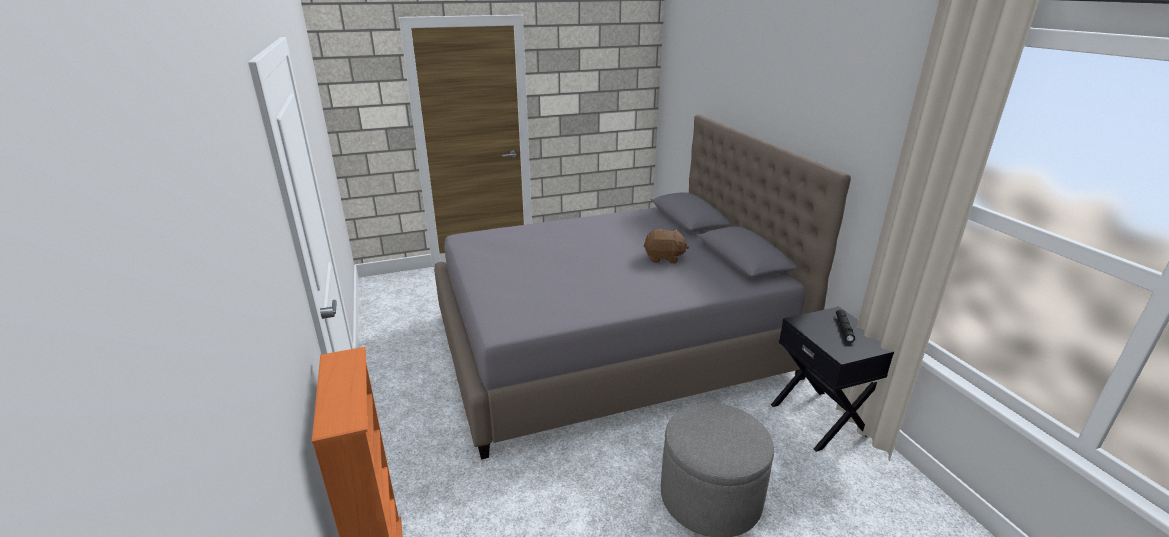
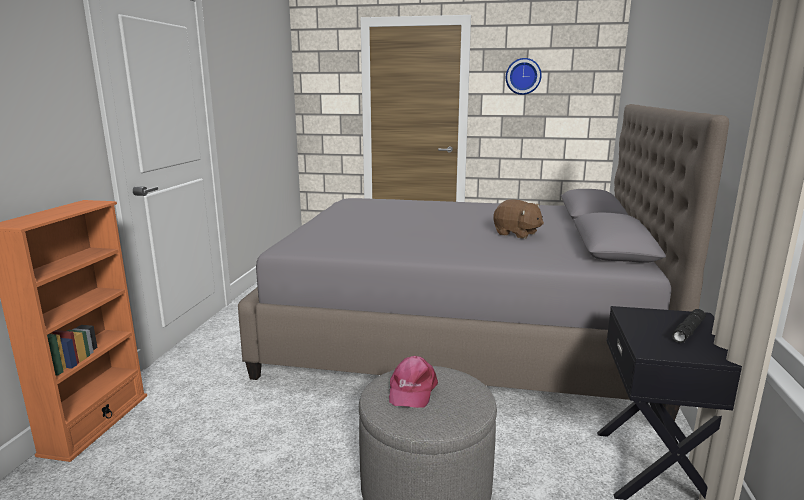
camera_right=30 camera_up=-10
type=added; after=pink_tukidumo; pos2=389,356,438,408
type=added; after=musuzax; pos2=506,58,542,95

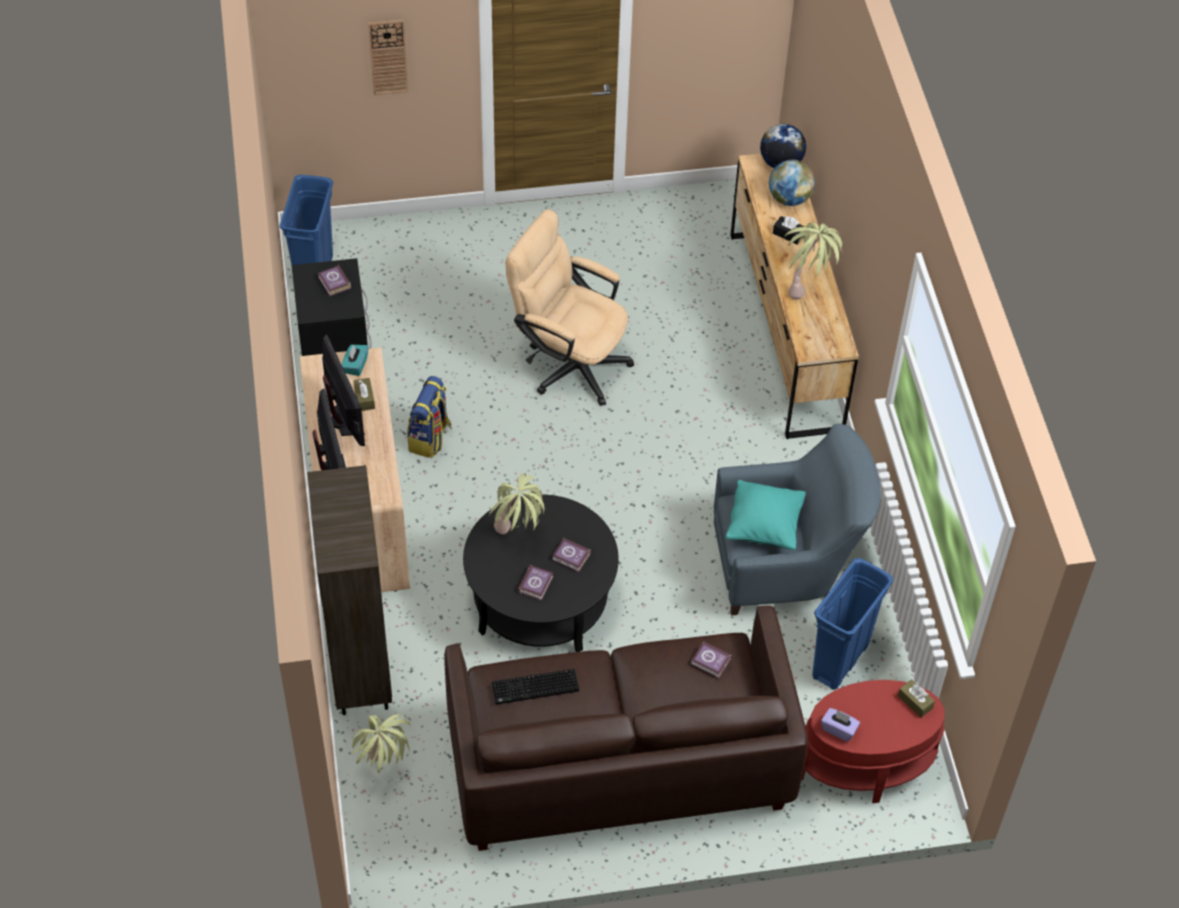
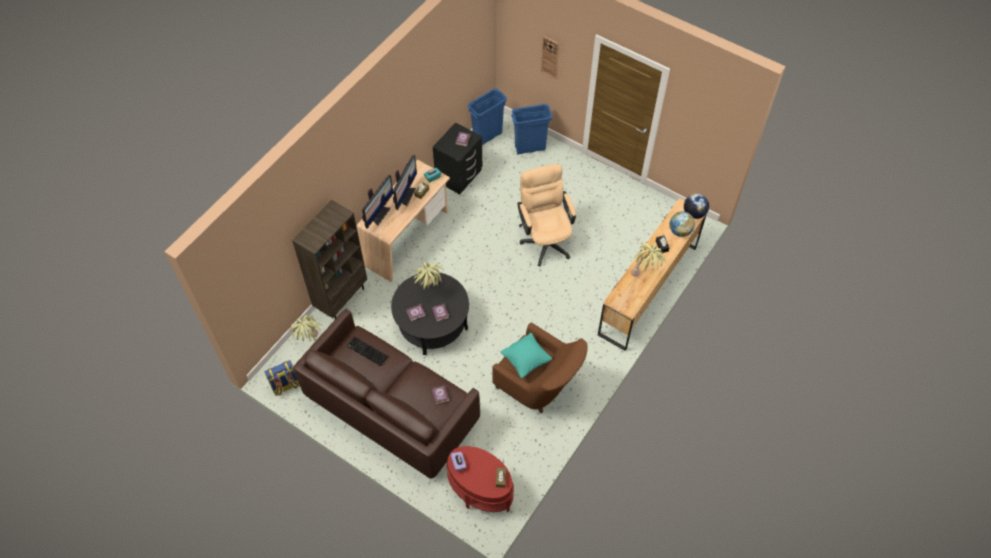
camera_right=45 camera_up=5
type=moved; before=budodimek; pos1=407,376,452,458; pos2=265,360,299,396
type=moved; before=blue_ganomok; pos1=812,558,893,690; pos2=511,104,552,155
type=recoloured; before=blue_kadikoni; after=brown_kadikoni; pos1=714,423,881,616; pos2=492,322,587,414

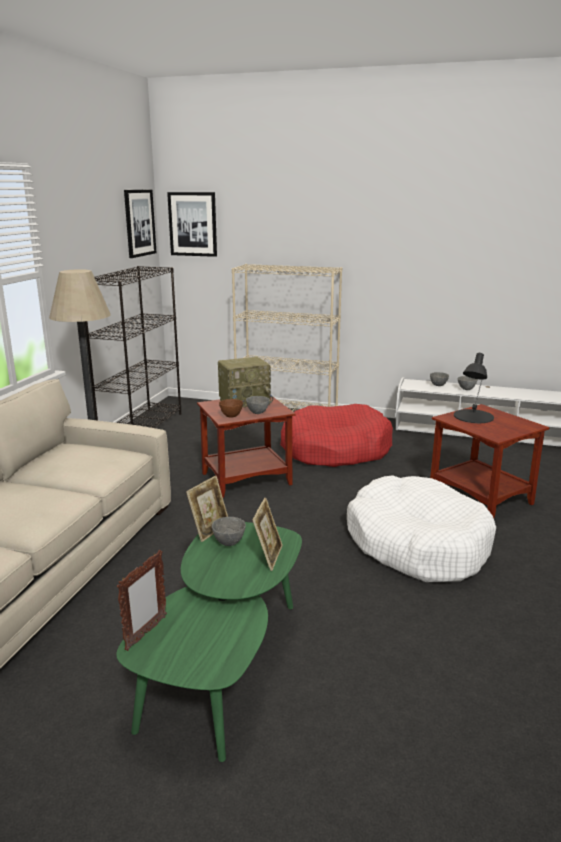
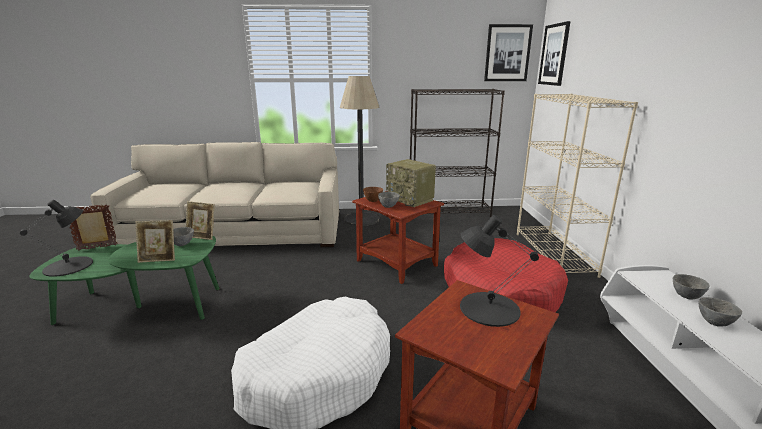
camera_right=70 camera_up=0
type=added; after=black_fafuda; pos2=20,200,93,277
type=turned; before=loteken; pos1=117,550,167,651; pos2=69,204,117,251; turn=150

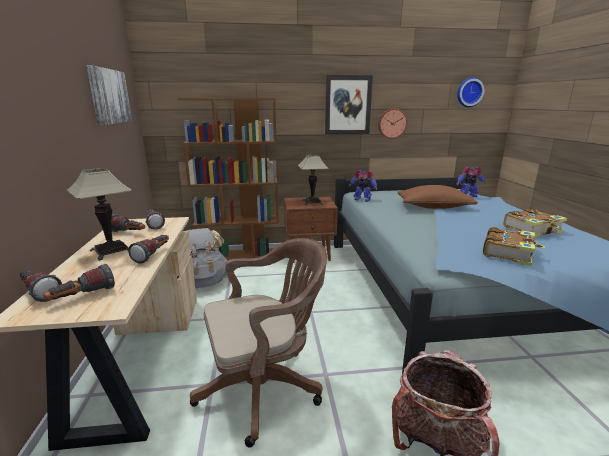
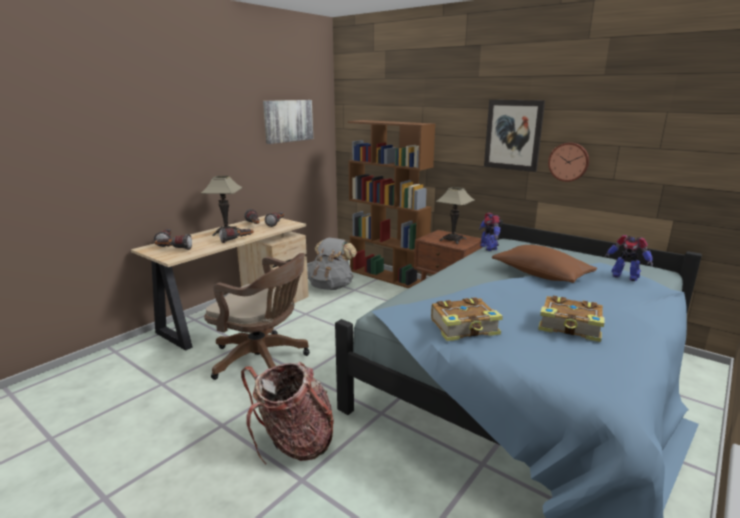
camera_right=45 camera_up=0
type=removed; before=musuzax; pos1=457,77,484,107

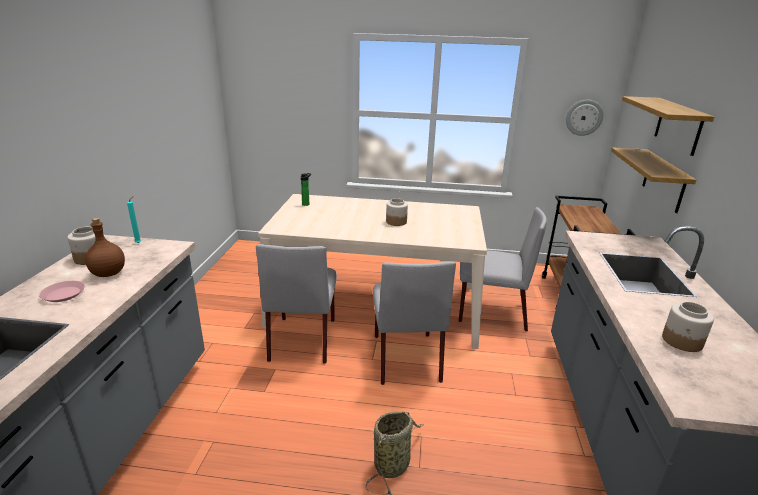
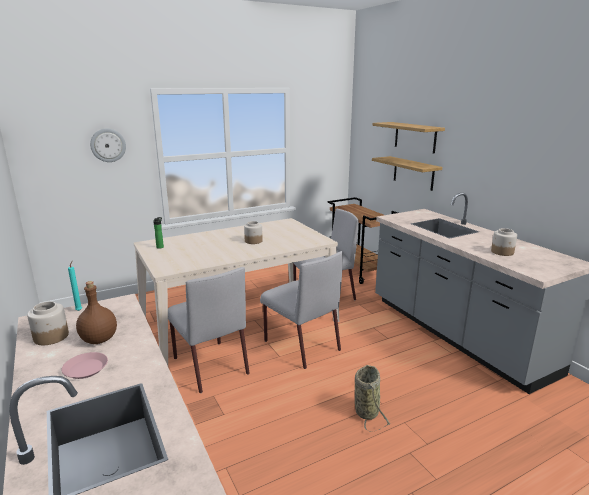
camera_right=-35 camera_up=-5
type=moved; before=musuzax; pos1=566,100,603,136; pos2=90,129,126,162

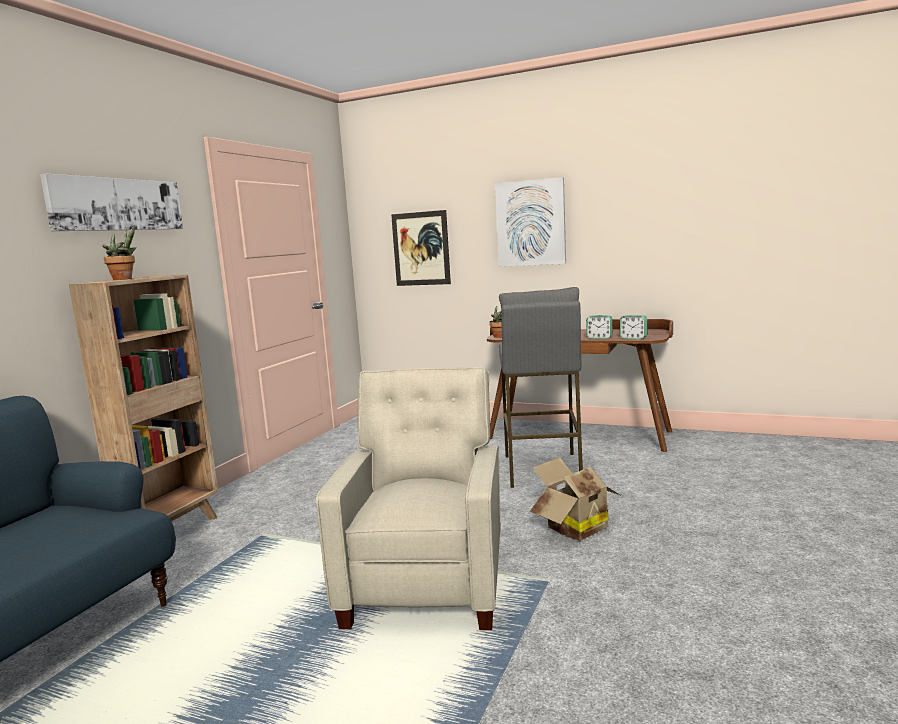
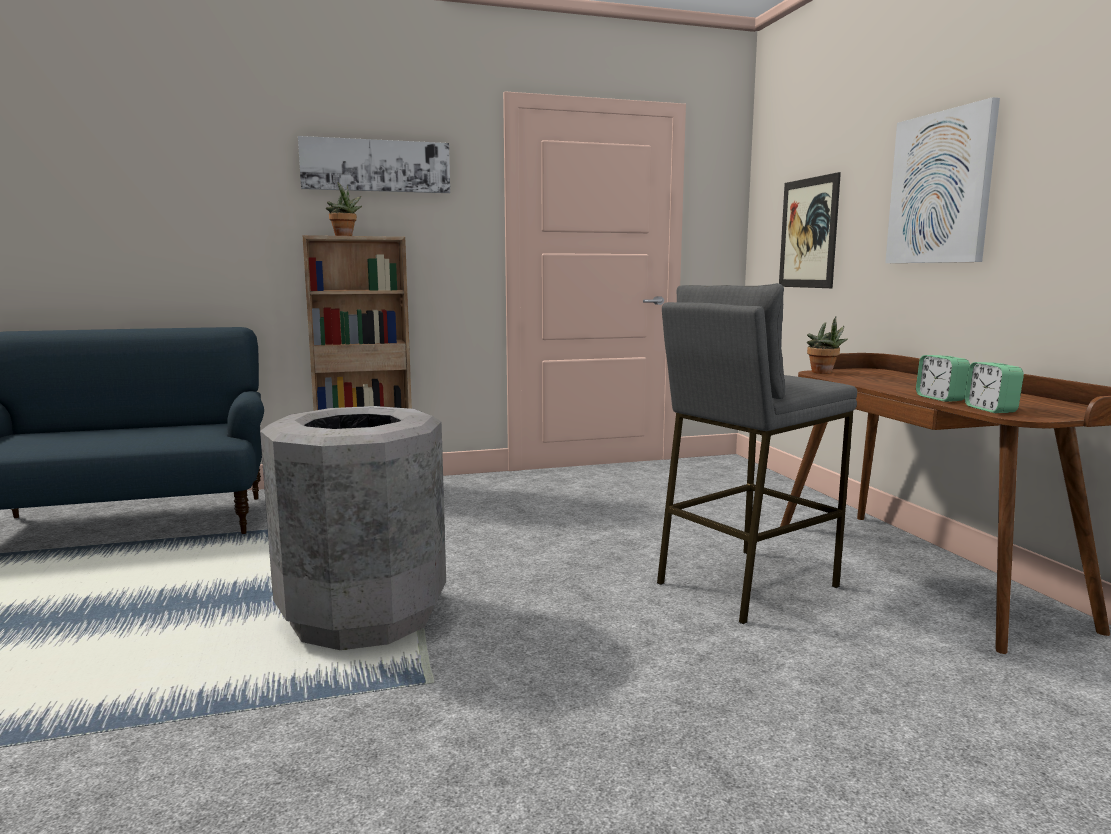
camera_right=50 camera_up=0
type=removed; before=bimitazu; pos1=530,457,622,541
type=replaced; before=beige_kadikoni; after=grey_ganomok; pos1=316,367,501,630; pos2=260,406,446,650

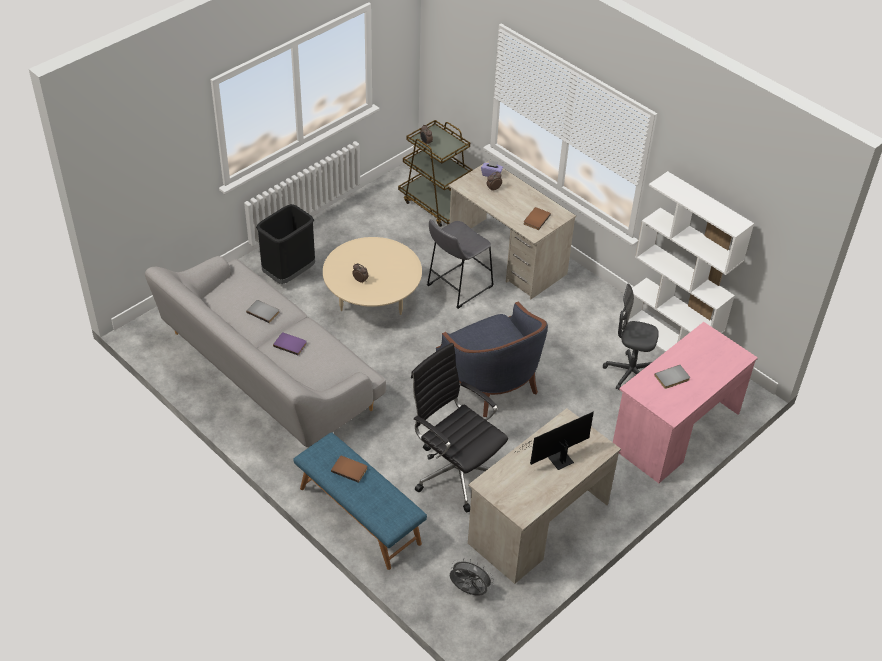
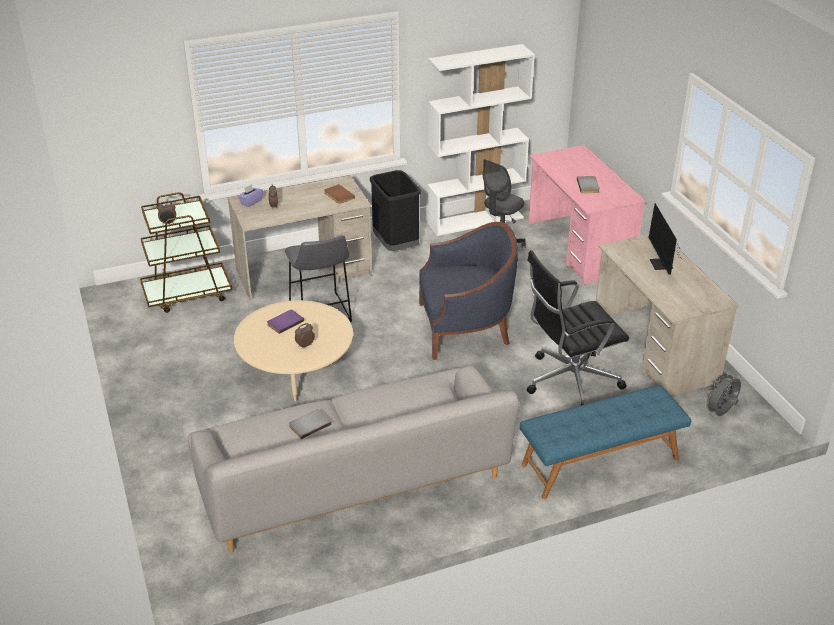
camera_right=-65 camera_up=-10
type=removed; before=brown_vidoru; pos1=331,456,367,483
type=moved; before=black_ganomok; pos1=256,204,315,284; pos2=370,170,421,251
type=moved; before=purple_vidoru; pos1=273,332,307,356; pos2=267,310,304,334

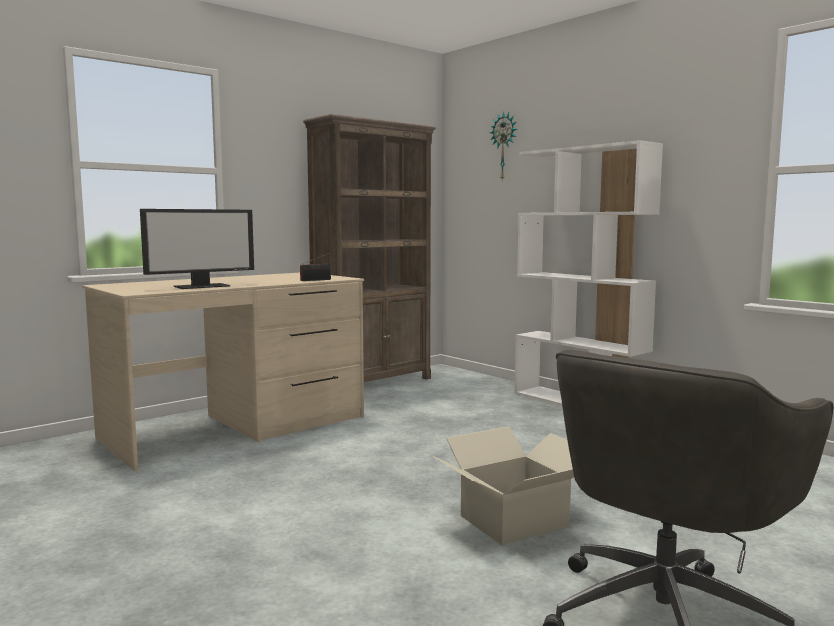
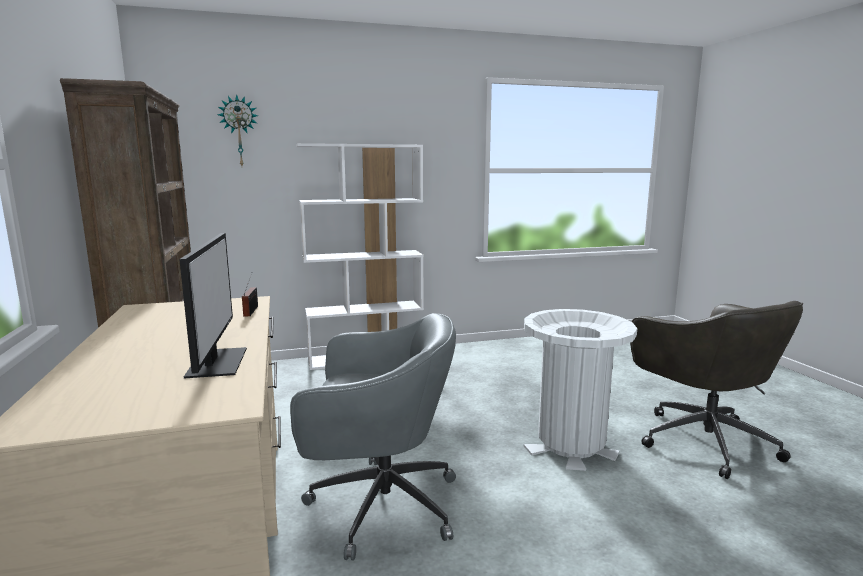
camera_right=-65 camera_up=5
type=added; after=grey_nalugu; pos2=290,313,456,561
type=replaced; before=bimitazu; after=white_ganomok; pos1=433,426,574,545; pos2=524,309,637,471

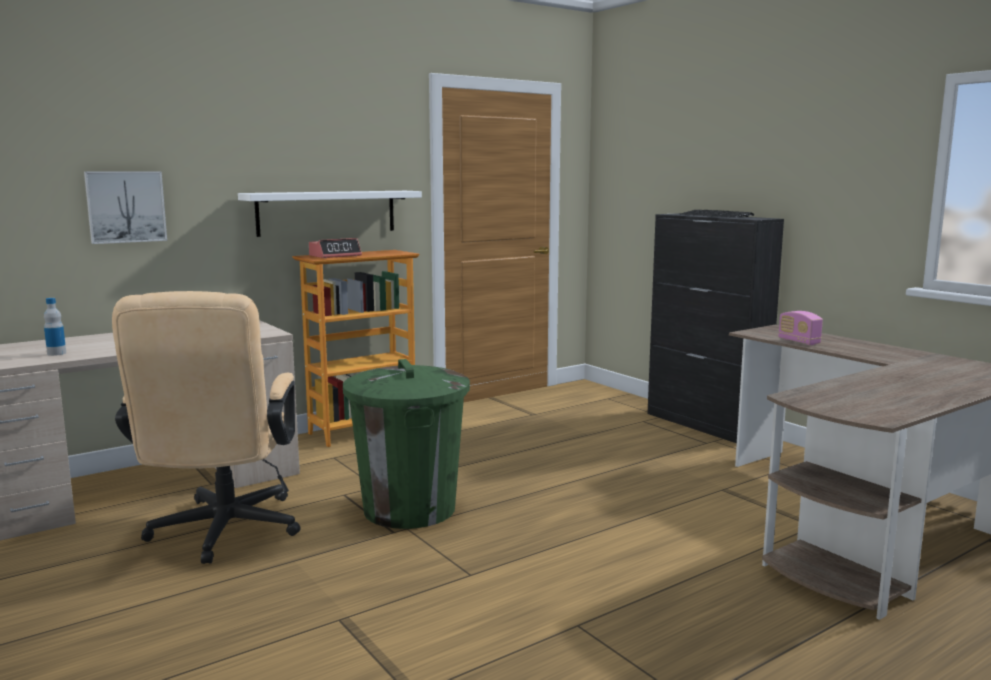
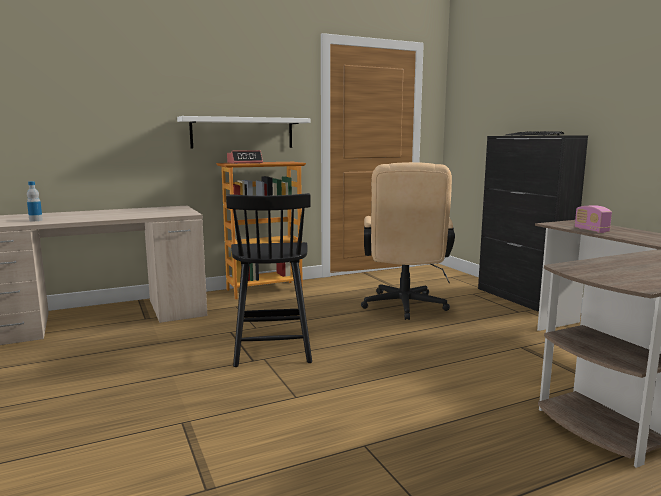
camera_right=10 camera_up=0
type=removed; before=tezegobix; pos1=84,171,167,244
type=moved; before=beige_nalugu; pos1=112,291,301,564; pos2=361,162,455,320
type=replaced; before=green_ganomok; after=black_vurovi; pos1=343,359,470,529; pos2=226,193,312,367

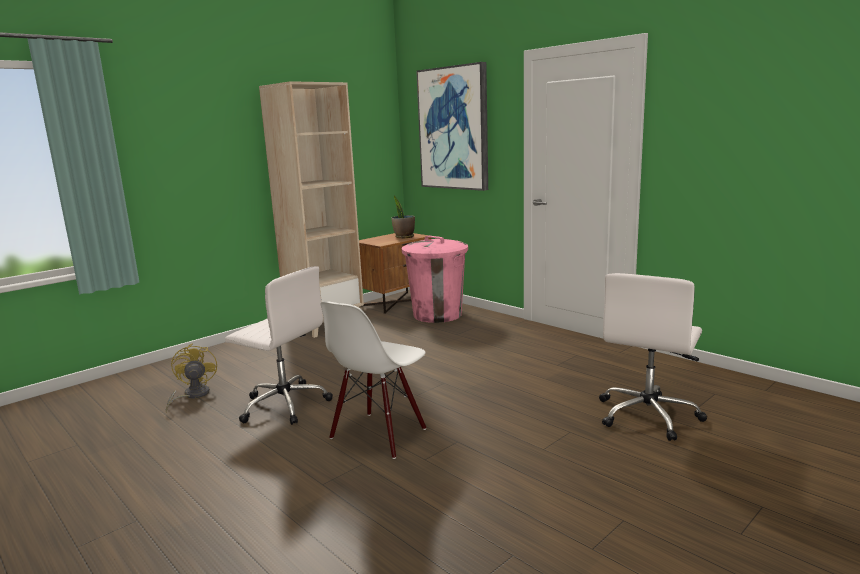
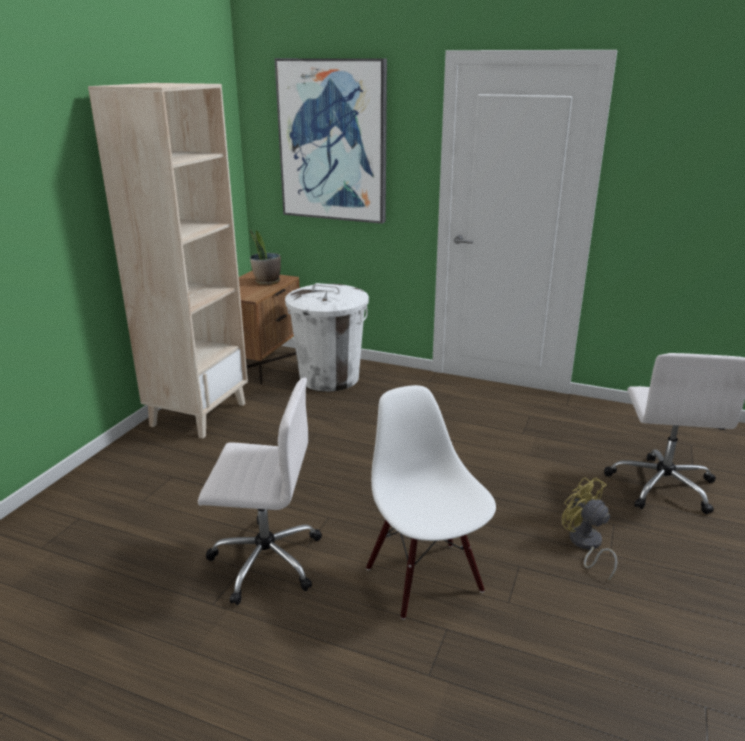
camera_right=-25 camera_up=10
type=moved; before=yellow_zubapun; pos1=166,343,217,413; pos2=562,477,617,581
type=recoloured; before=pink_ganomok; after=white_ganomok; pos1=402,236,468,323; pos2=285,283,369,391
type=turned; before=white_vurovi; pos1=321,301,426,459; pos2=366,385,496,620; turn=150

